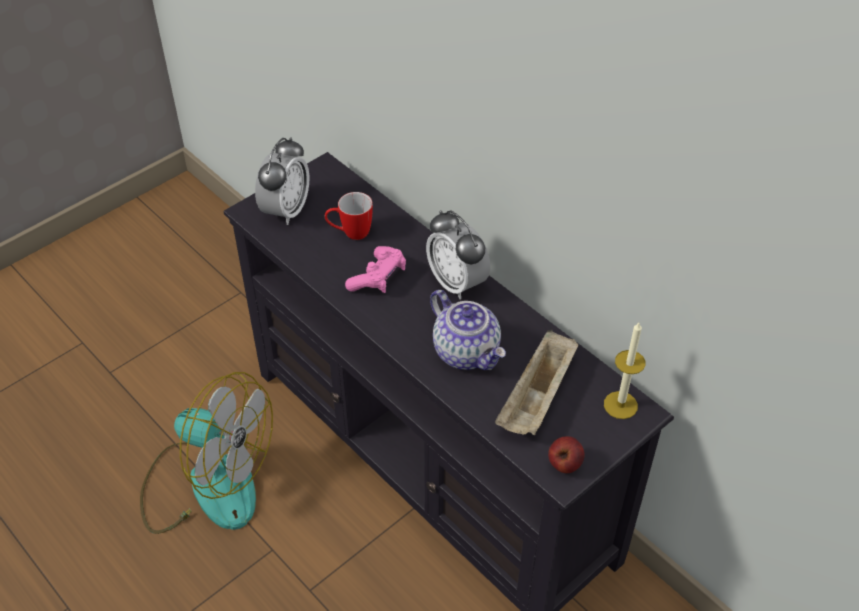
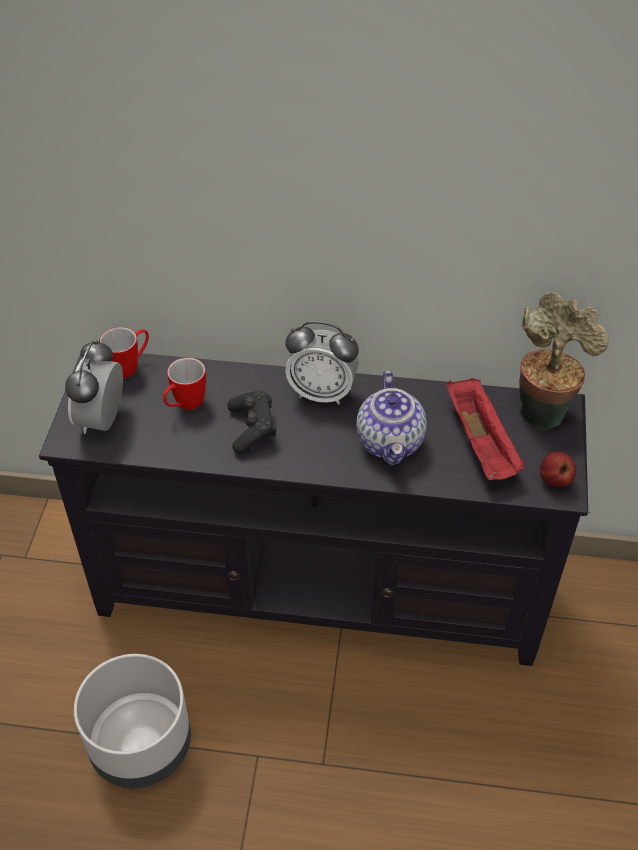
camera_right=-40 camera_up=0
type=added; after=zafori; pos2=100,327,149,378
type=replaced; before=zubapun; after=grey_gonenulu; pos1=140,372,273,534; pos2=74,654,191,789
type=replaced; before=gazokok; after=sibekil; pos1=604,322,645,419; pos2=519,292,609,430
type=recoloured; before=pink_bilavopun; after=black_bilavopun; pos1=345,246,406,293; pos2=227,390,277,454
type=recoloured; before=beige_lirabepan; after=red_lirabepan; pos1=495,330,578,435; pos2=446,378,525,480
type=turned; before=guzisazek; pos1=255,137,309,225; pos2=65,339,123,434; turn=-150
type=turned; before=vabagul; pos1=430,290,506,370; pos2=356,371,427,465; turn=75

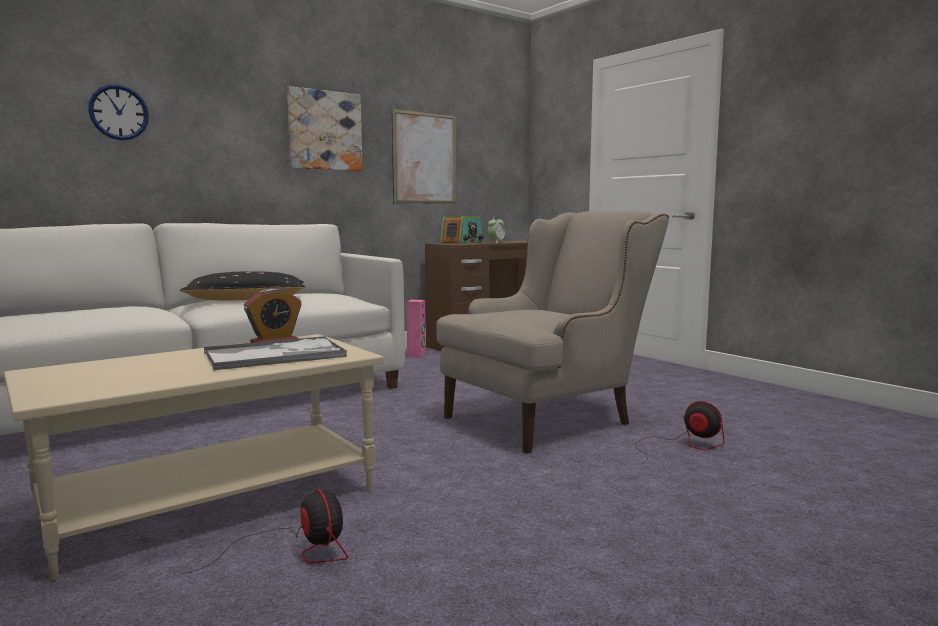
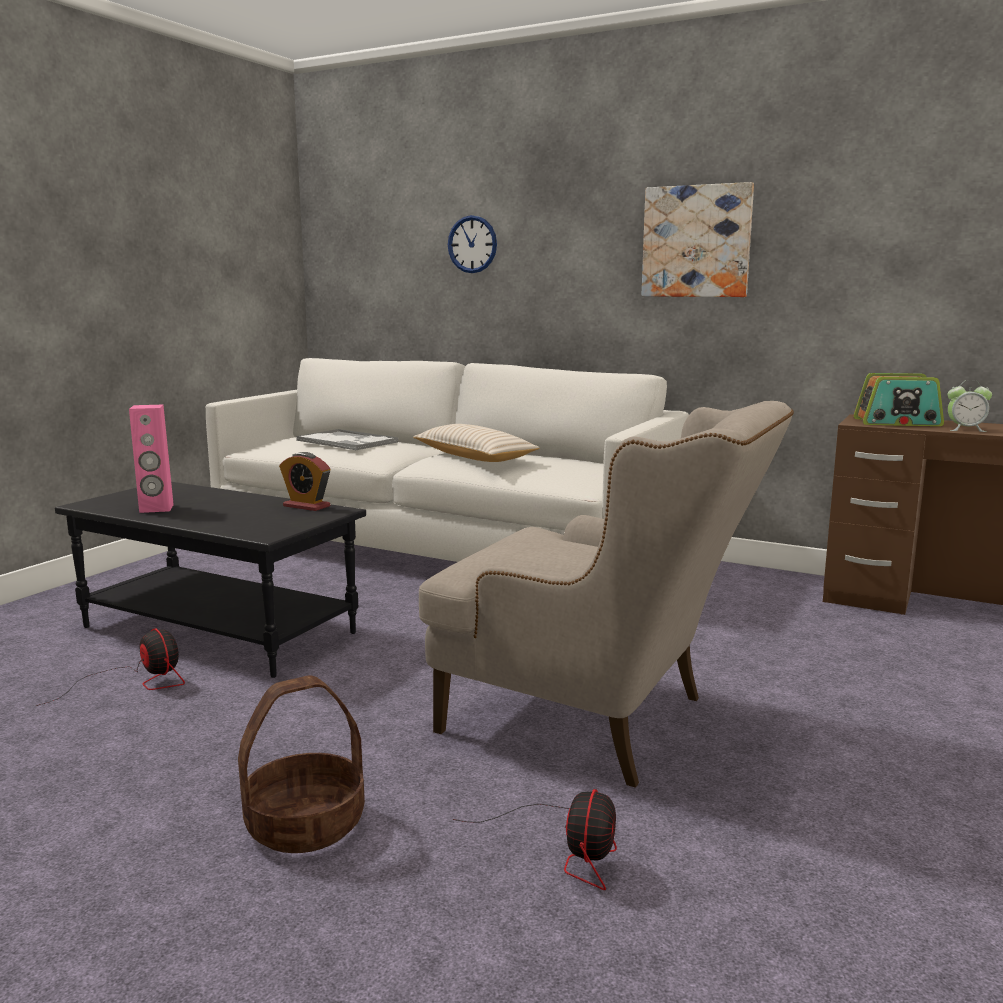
camera_right=65 camera_up=5
type=removed; before=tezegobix; pos1=392,109,457,204
type=added; after=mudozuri; pos2=238,675,365,853
type=moved; before=lirabepan; pos1=204,336,347,370; pos2=296,429,398,450
type=moved; before=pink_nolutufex; pos1=406,300,425,358; pos2=129,405,174,513
type=recoloured; before=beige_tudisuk; after=black_tudisuk; pos1=4,334,384,580; pos2=55,482,366,678
type=recoloured; before=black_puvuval; after=beige_puvuval; pos1=180,271,305,301; pos2=413,424,540,462
type=turned; before=zubapun; pos1=182,490,348,574; pos2=36,628,185,706; turn=-75

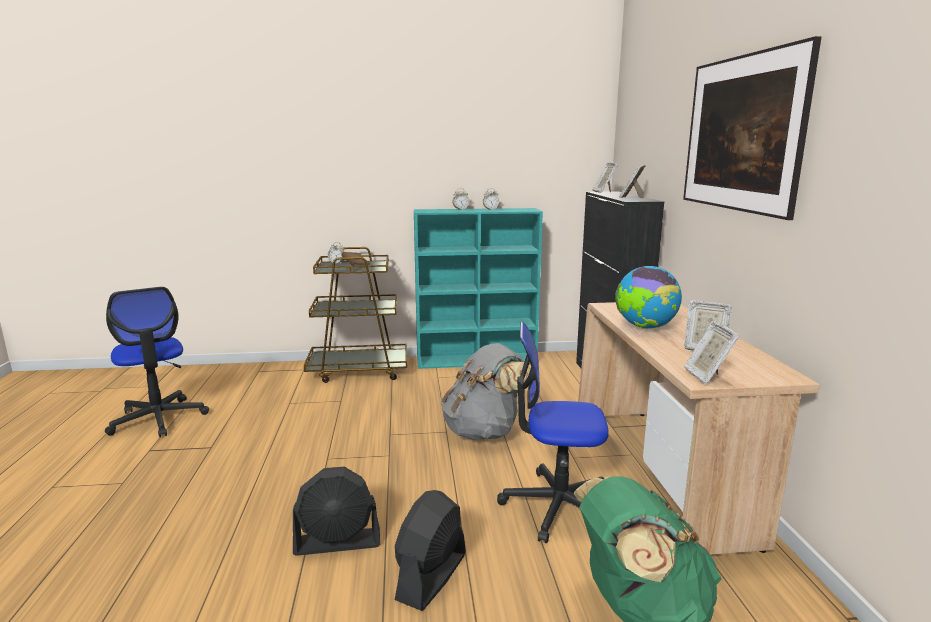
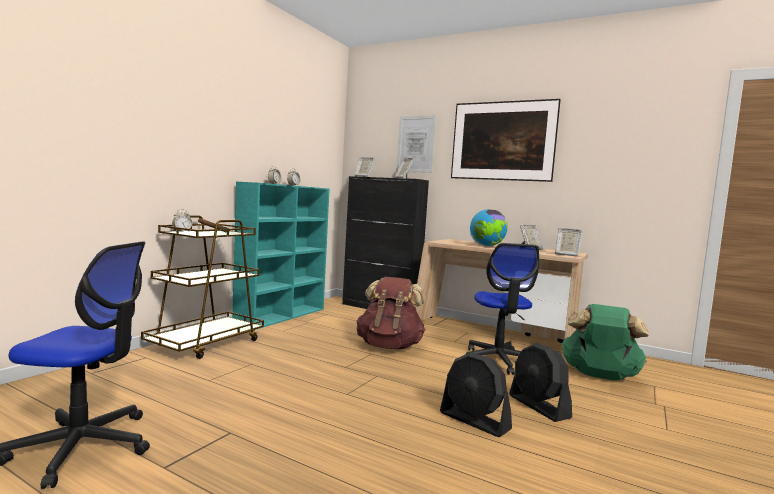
camera_right=-55 camera_up=-10
type=added; after=tezegobix; pos2=396,115,436,173
type=recoloured; before=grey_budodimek; after=brown_budodimek; pos1=441,343,530,440; pos2=356,277,426,349
type=turned; before=black_zubapun; pos1=293,467,380,556; pos2=440,352,512,437; turn=105
type=turned; before=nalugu; pos1=497,322,609,543; pos2=466,243,539,375; turn=-45

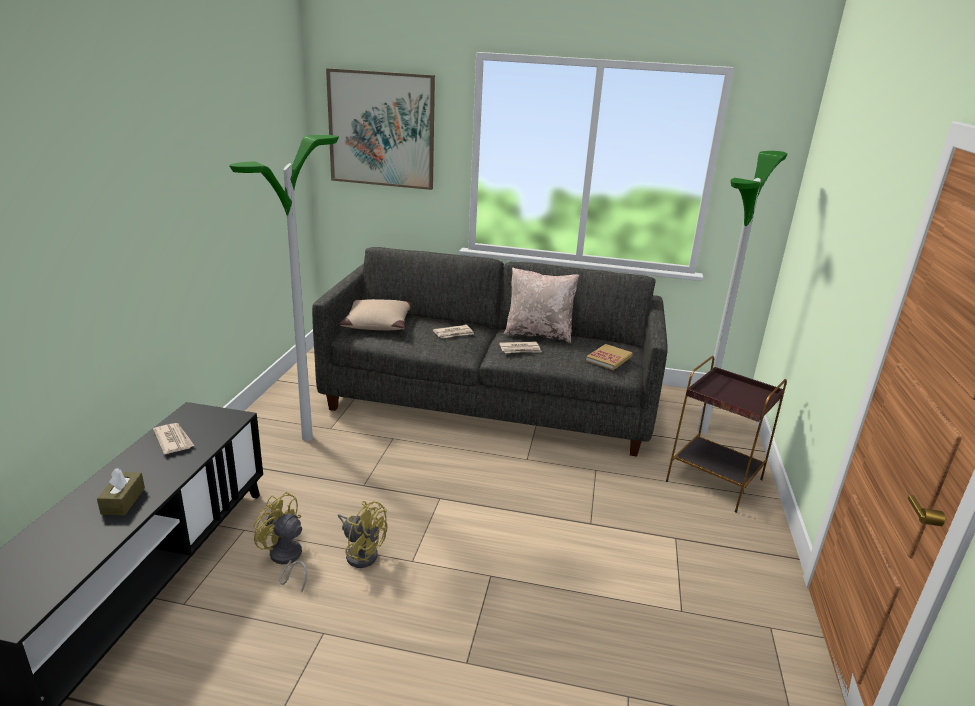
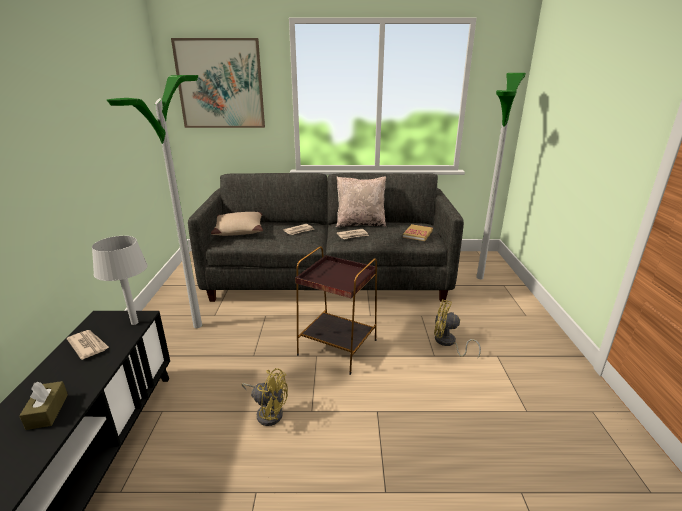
camera_right=-10 camera_up=0
type=added; after=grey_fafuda; pos2=92,236,148,325
type=moved; before=yellow_zubapun; pos1=253,492,307,592; pos2=434,300,481,358
type=moved; before=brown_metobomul; pos1=666,356,787,513; pos2=295,246,377,375

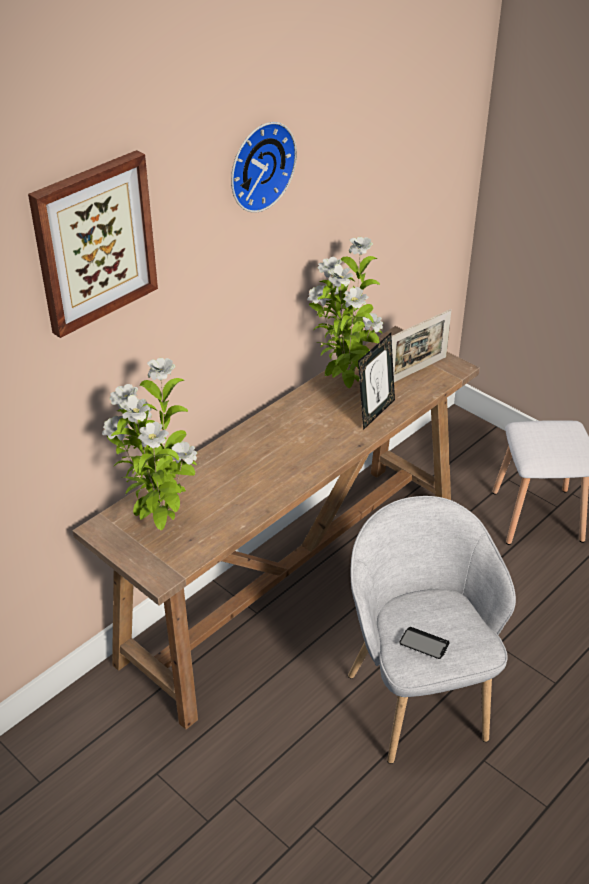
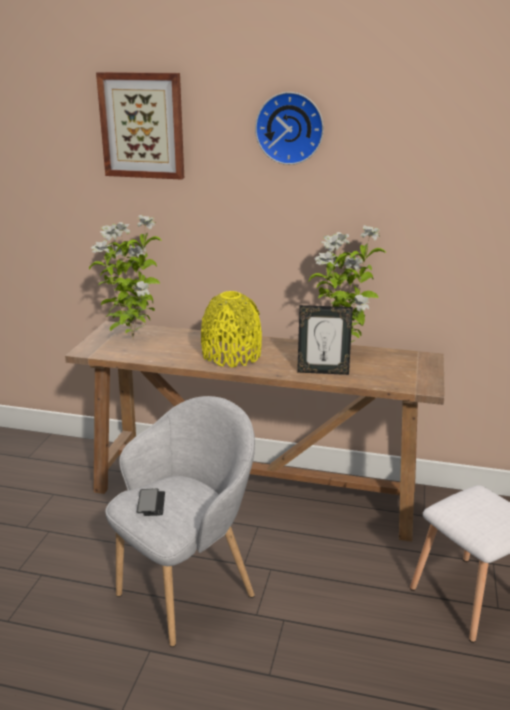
camera_right=60 camera_up=-15
type=removed; before=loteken; pos1=391,309,451,382
type=added; after=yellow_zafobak; pos2=201,291,262,368

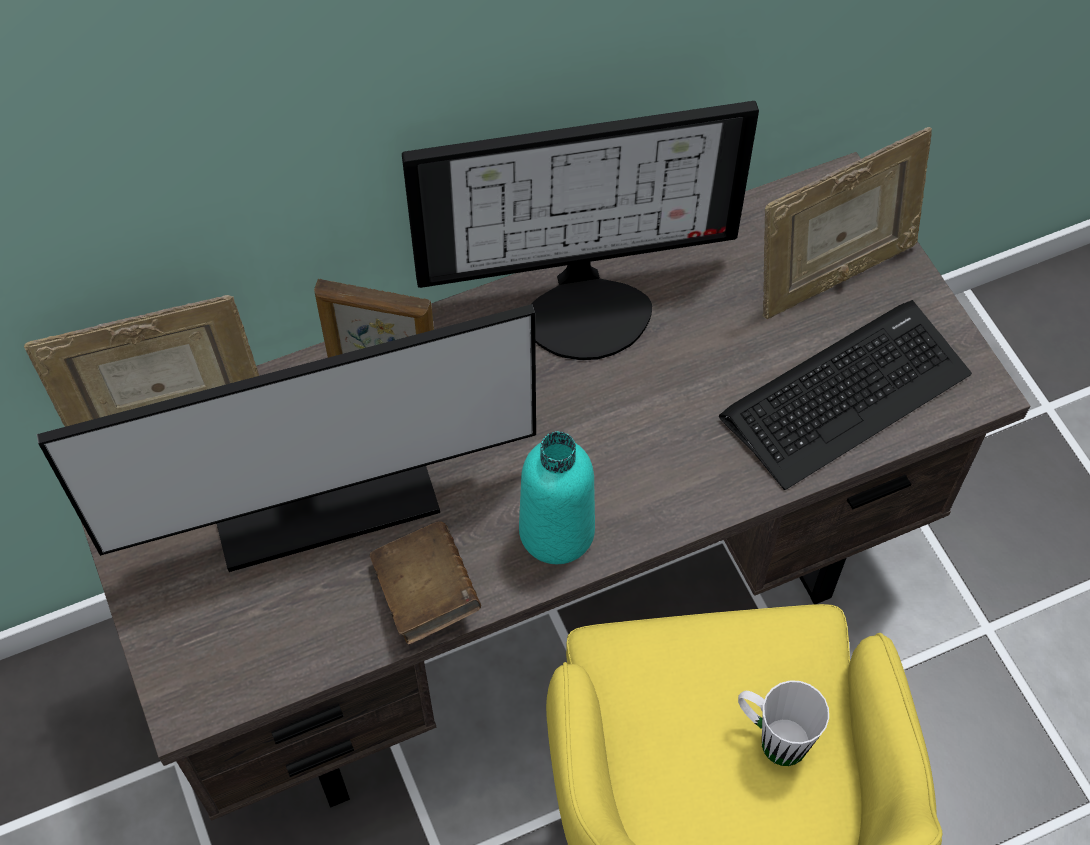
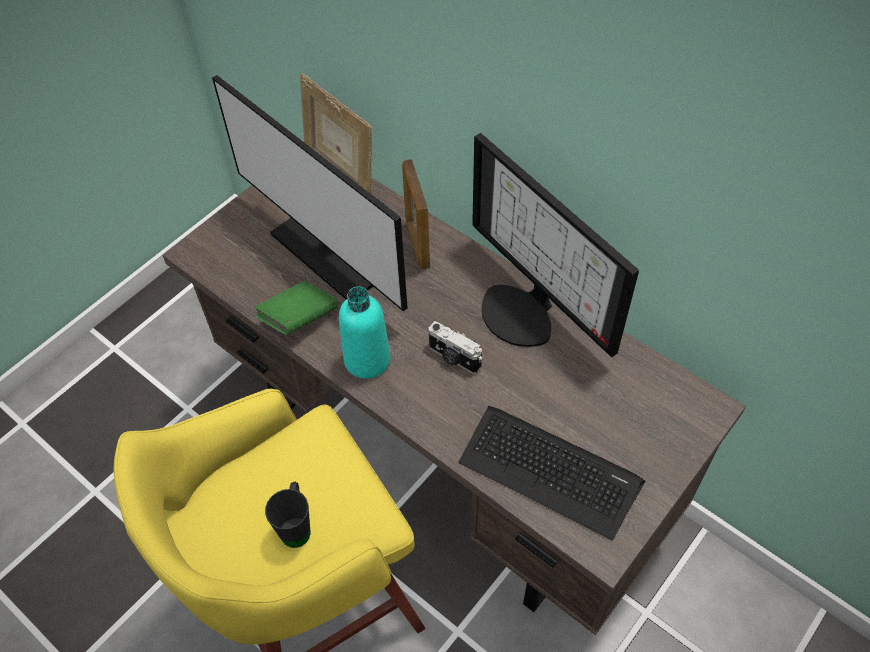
camera_right=65 camera_up=-5
type=removed; before=loteken; pos1=763,127,932,319
type=added; after=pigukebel; pos2=428,321,482,374
type=recoloured; before=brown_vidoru; after=green_vidoru; pos1=370,521,481,644; pos2=255,281,338,335
type=recoloured; before=white_zafori; after=black_zafori; pos1=738,680,829,766; pos2=265,482,310,548

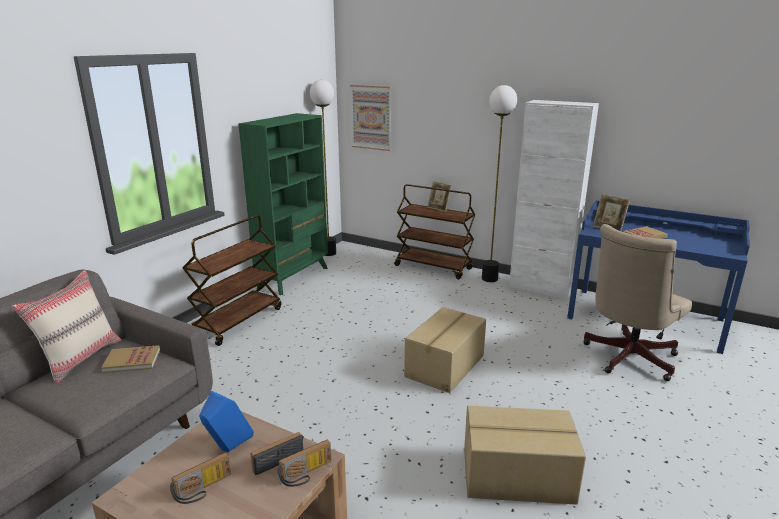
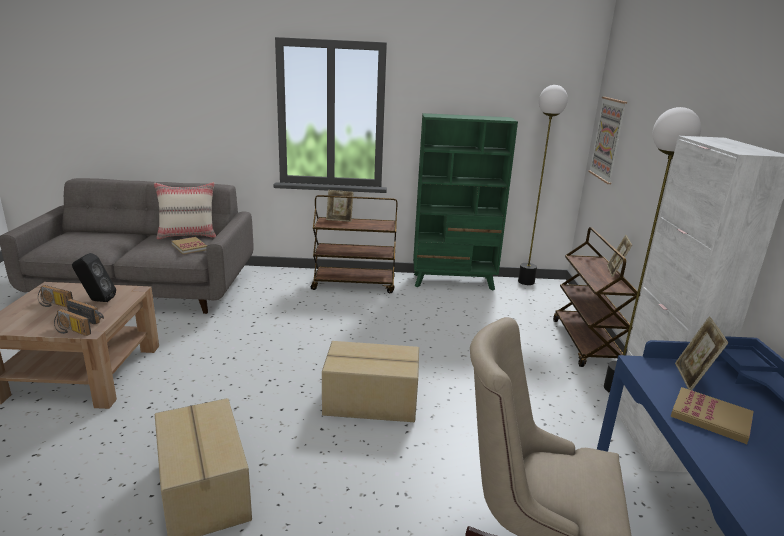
camera_right=60 camera_up=0
type=added; after=loteken; pos2=326,190,354,222
type=recoloured; before=blue_nolutufex; after=black_nolutufex; pos1=199,391,254,452; pos2=72,253,116,302

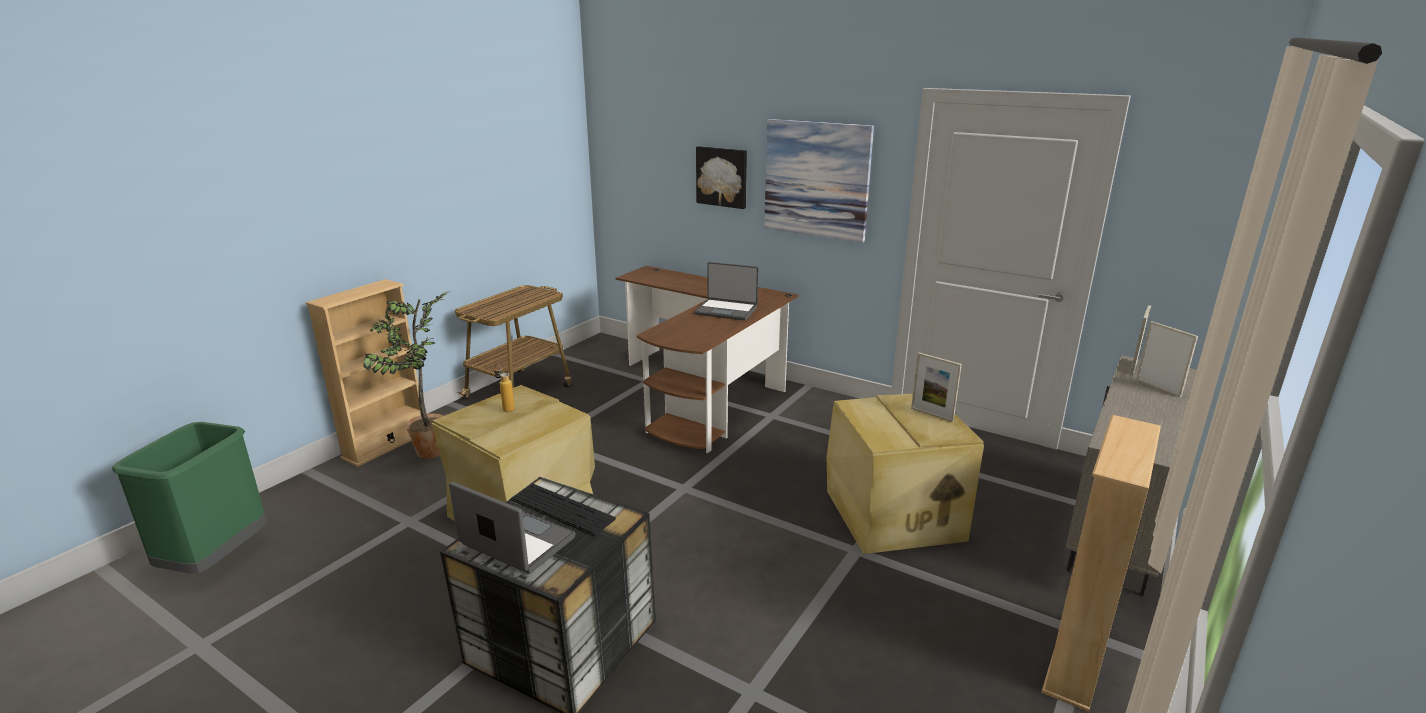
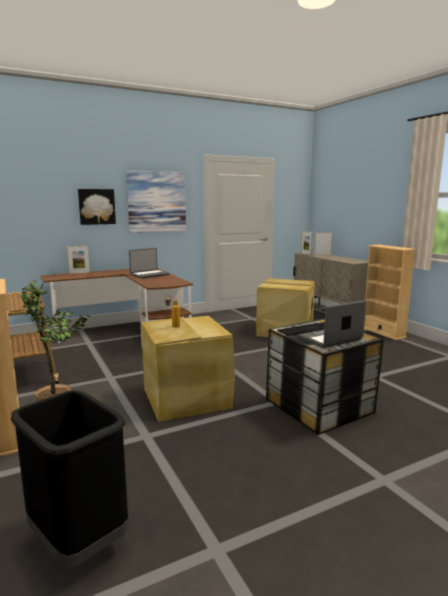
camera_right=-60 camera_up=-10
type=moved; before=loteken; pos1=911,352,962,422; pos2=67,246,90,274
type=recoloured; before=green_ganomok; after=black_ganomok; pos1=112,422,267,574; pos2=11,390,129,568

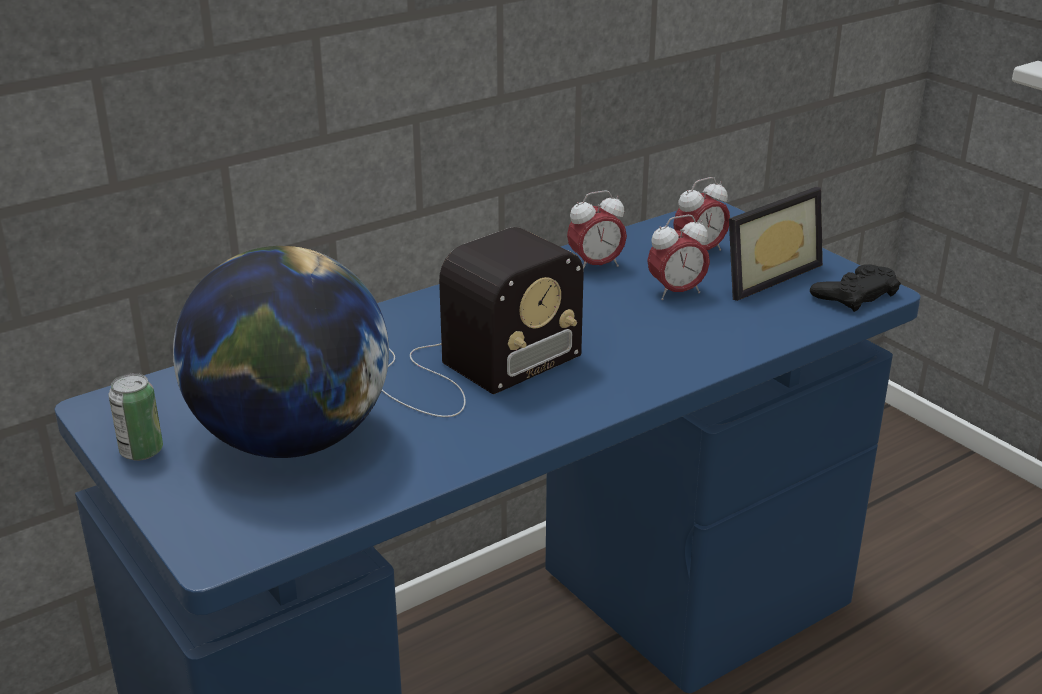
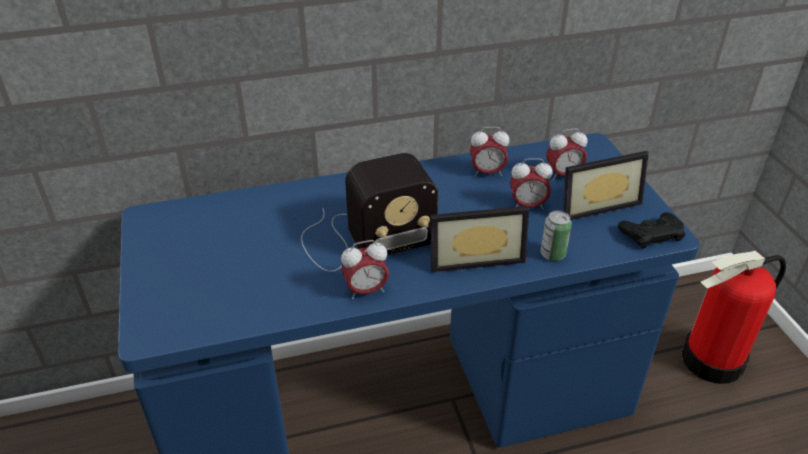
camera_right=20 camera_up=10
type=removed; before=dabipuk; pos1=173,246,389,458
type=added; after=guzisazek; pos2=341,240,389,299
type=added; after=loteken; pos2=430,206,529,272
type=added; after=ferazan; pos2=681,251,786,384
type=moved; before=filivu; pos1=108,373,163,461; pos2=541,211,572,261

